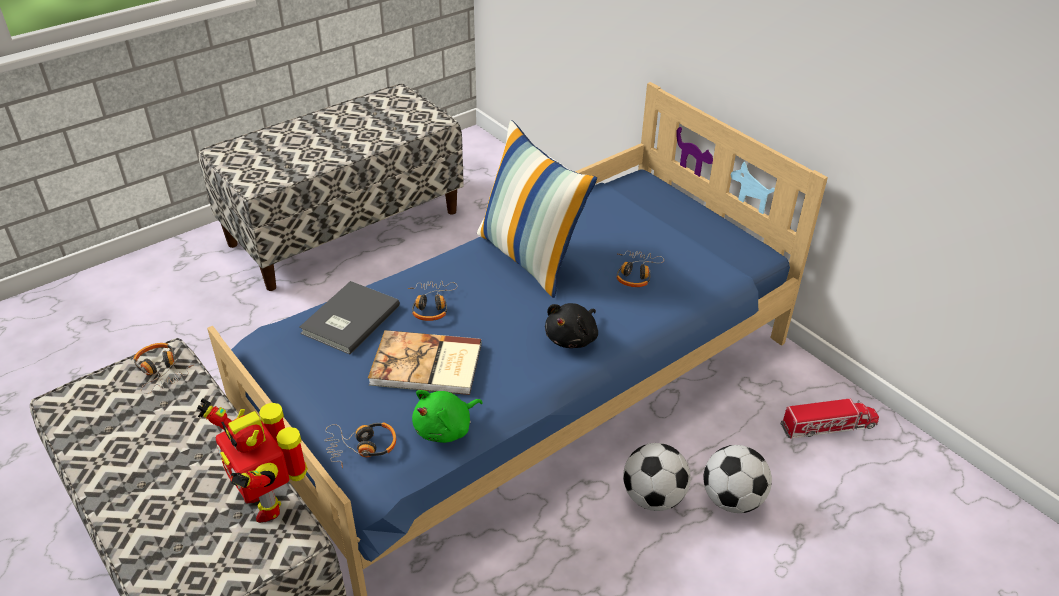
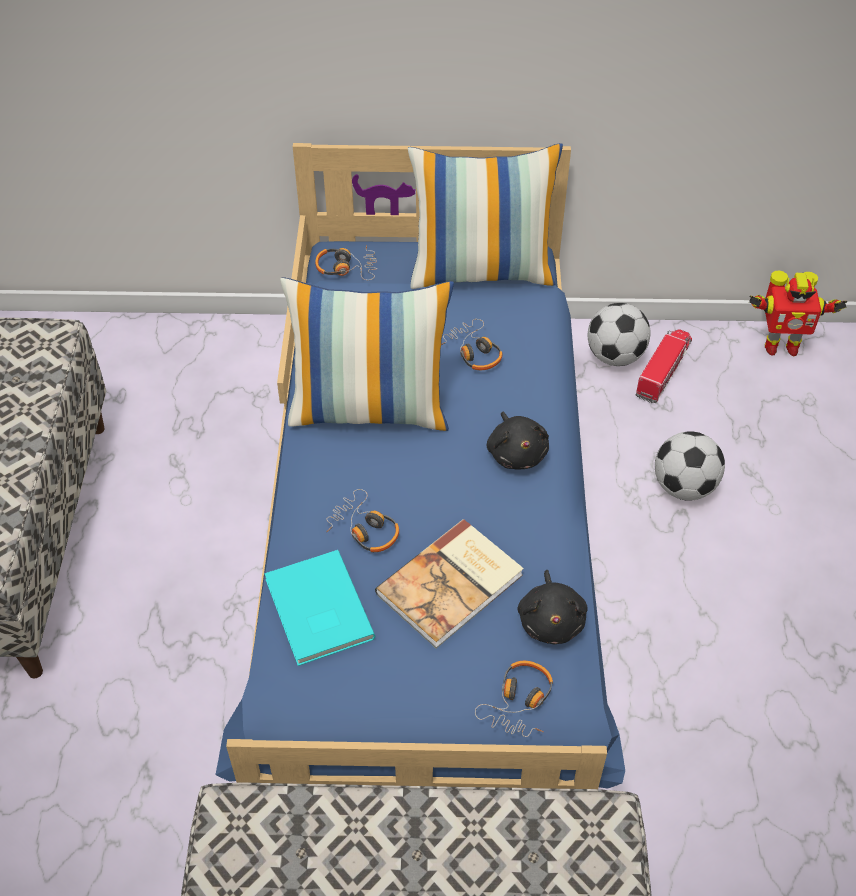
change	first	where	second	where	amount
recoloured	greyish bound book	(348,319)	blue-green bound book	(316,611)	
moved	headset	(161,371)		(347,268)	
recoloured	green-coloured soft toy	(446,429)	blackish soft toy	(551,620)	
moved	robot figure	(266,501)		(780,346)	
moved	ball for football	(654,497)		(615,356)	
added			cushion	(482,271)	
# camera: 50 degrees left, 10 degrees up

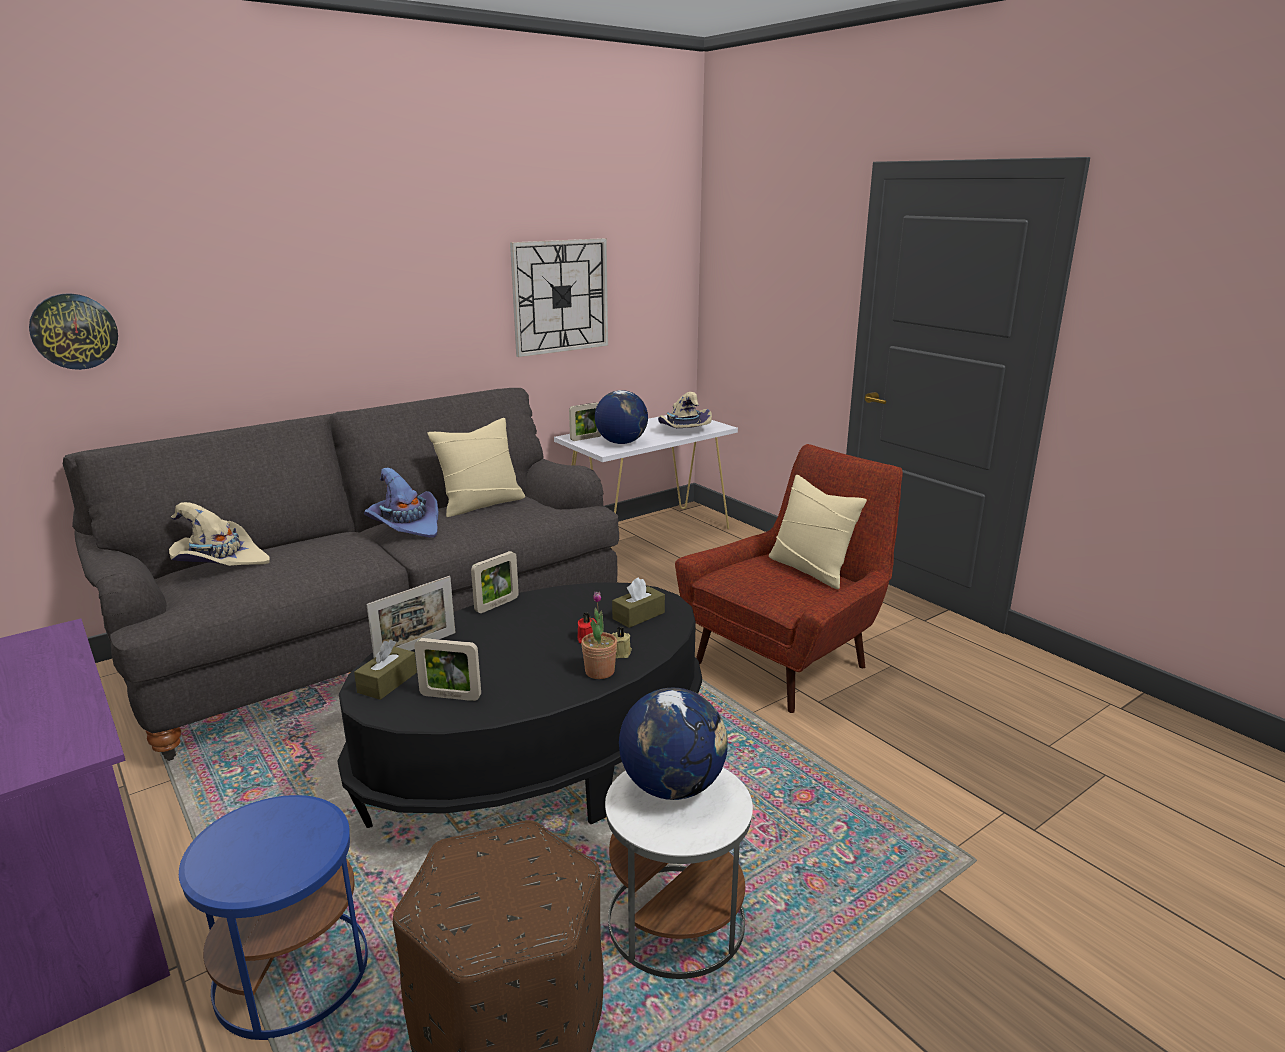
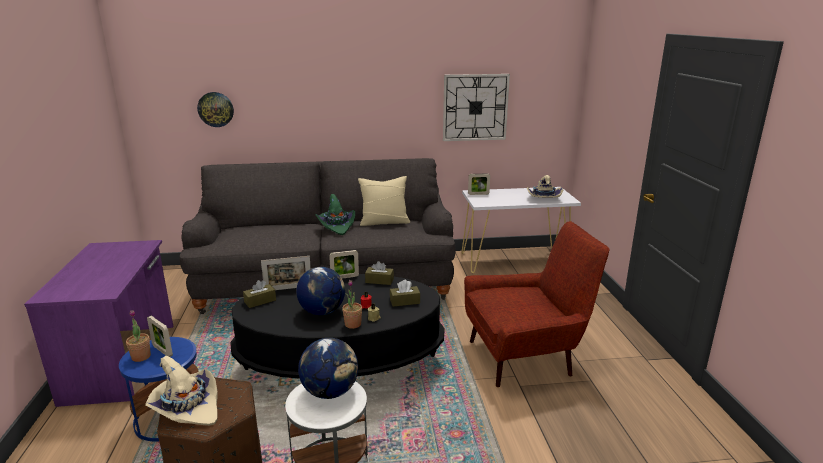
change	first	where	second	where	amount
moved	globe	(621,443)		(322,311)	
recoloured	purple hat	(406,525)	green-coloured hat	(337,226)	
removed	beige-coloured cushion	(811,569)			
moved	beige-coloured hat	(219,561)		(187,407)	
moved	picture frame	(450,696)		(162,351)	
added			brownish tissue box	(379,281)	
added			houseplant	(141,357)	
# camera: 30 degrees right, 0 degrees up

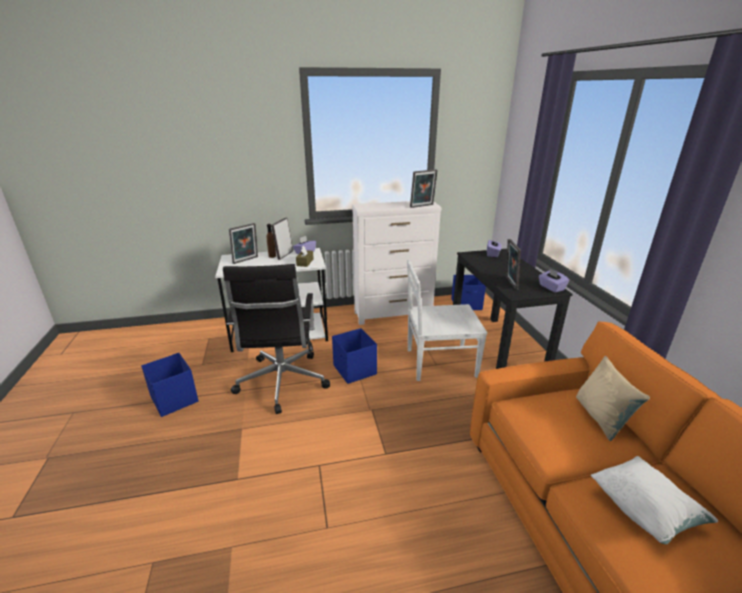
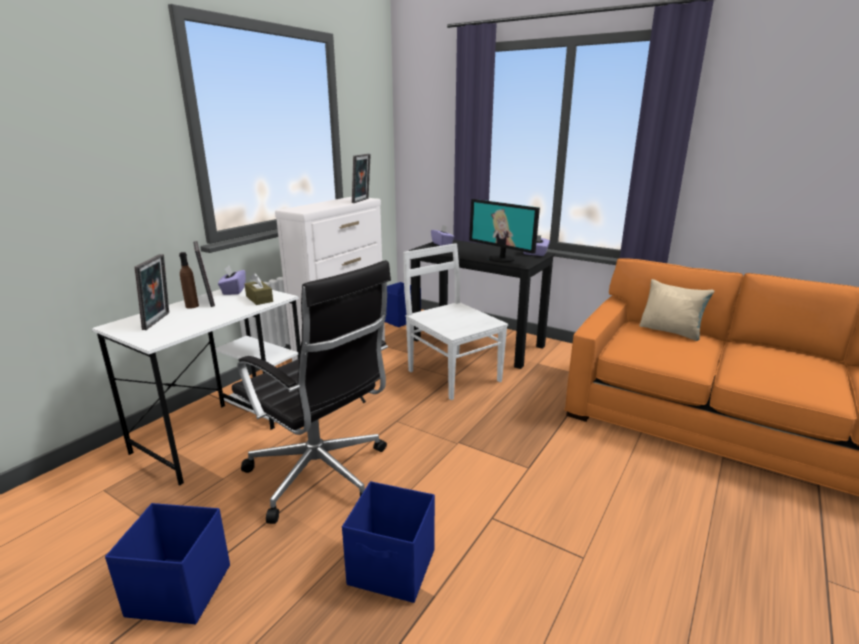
change	first	where	second	where	amount
replaced	picture frame	(509,283)	computer display	(501,259)	
turned	white chair	(439,363)		(452,375)	105 degrees clockwise
moved	blue storage container	(354,370)		(393,568)	
removed	white cushion	(643,511)			
# camera: 45 degrees left, 5 degrees down

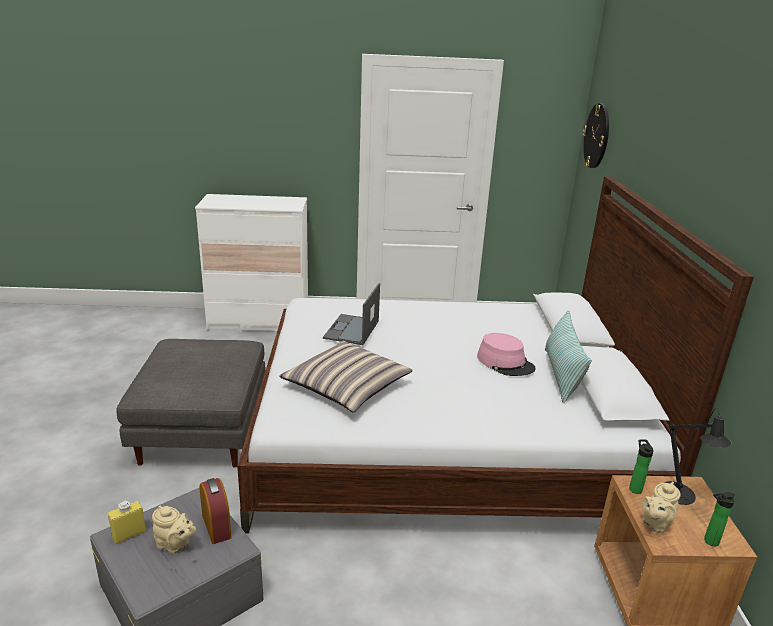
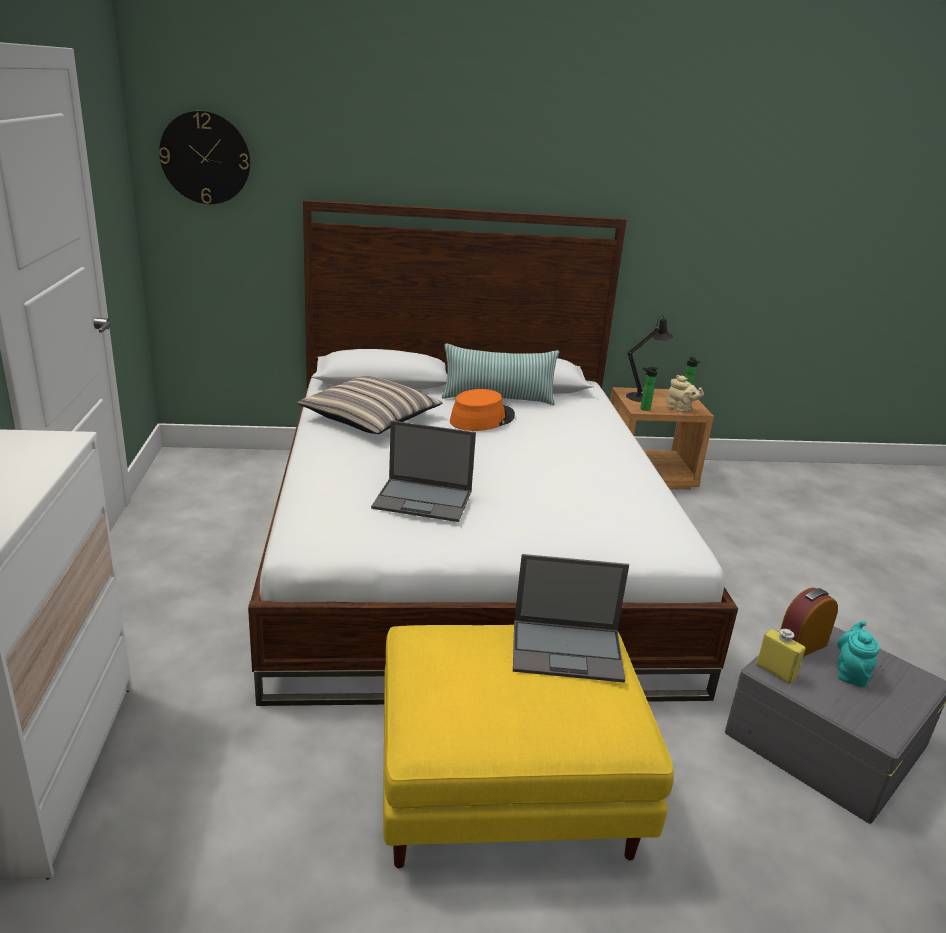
change	first	where	second	where	amount
recoloured	pink-coloured hat	(505,362)	orangey hat	(482,419)	
recoloured	greyish ottoman	(202,430)	yellow-coloured ottoman	(508,788)	
moved	cushion	(346,386)		(370,418)	
moved	yellow-coloured beverage bottle	(129,534)		(775,672)	
recoloured	beige-coloured pot for tea	(175,545)	blue-green pot for tea	(851,673)	
added			notebook computer	(568,650)	
# camera: 95 degrees left, 0 degrees up

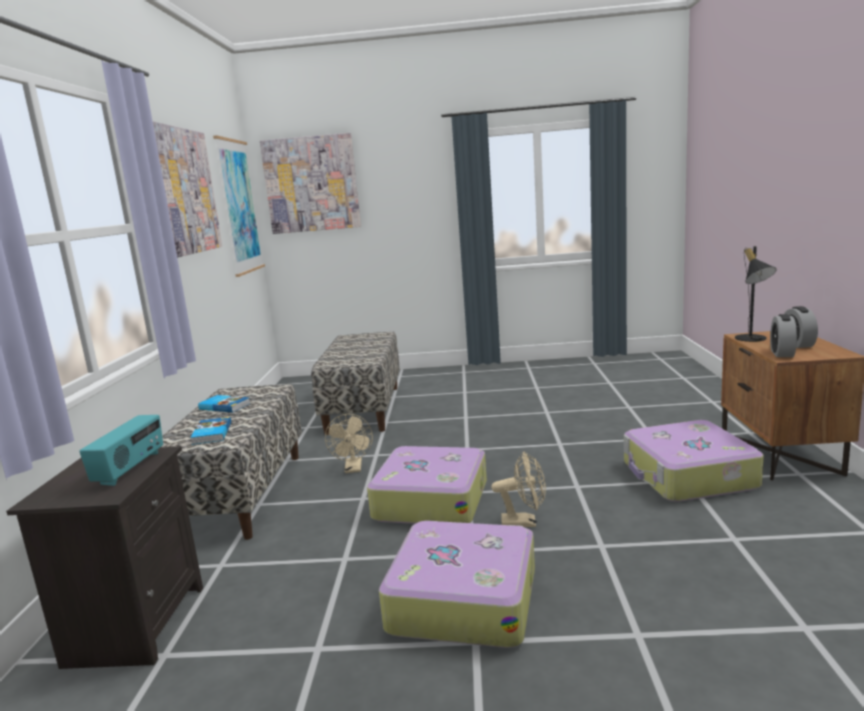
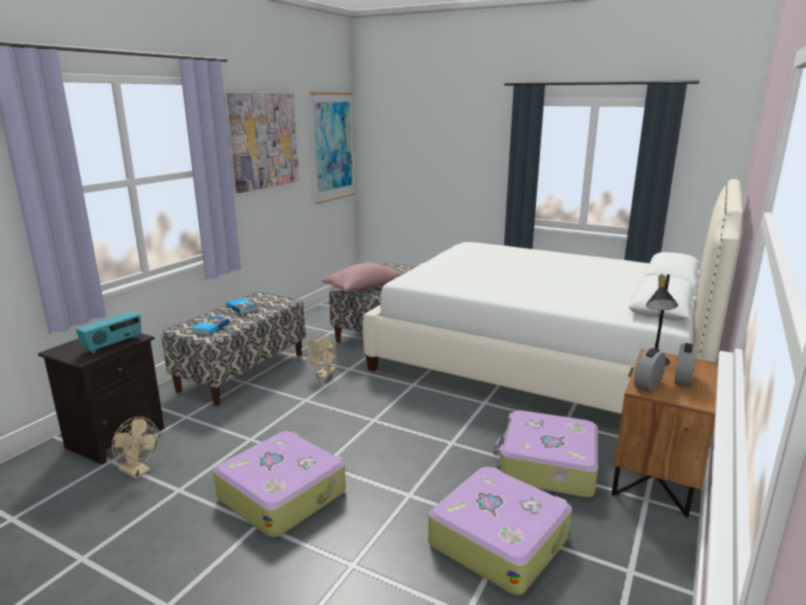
change	first	where	second	where	amount
removed	wall picture	(311,184)			
moved	travel case	(430,500)		(498,539)	
moved	beige-coloured fan	(524,522)		(138,472)	
added			white bedroom bed	(543,361)	
added			pink-coloured cushion	(364,288)	
# camera: 25 degrees right, 5 degrees up

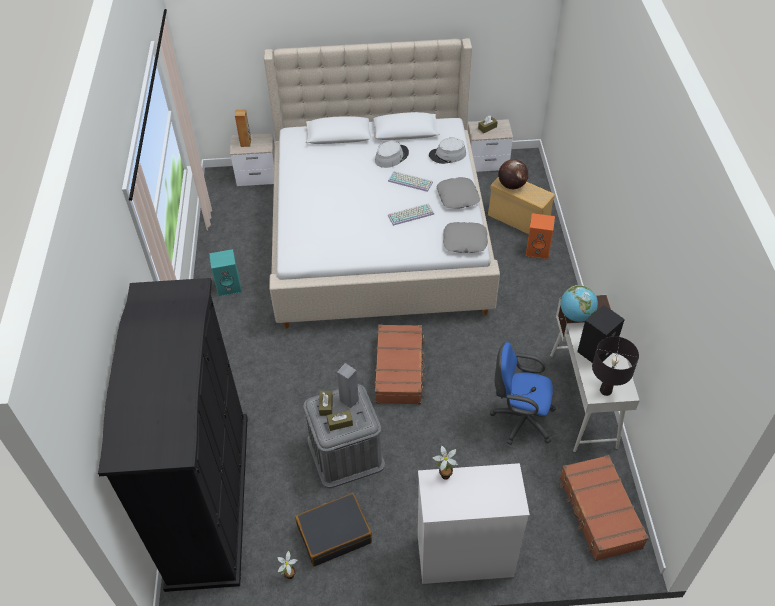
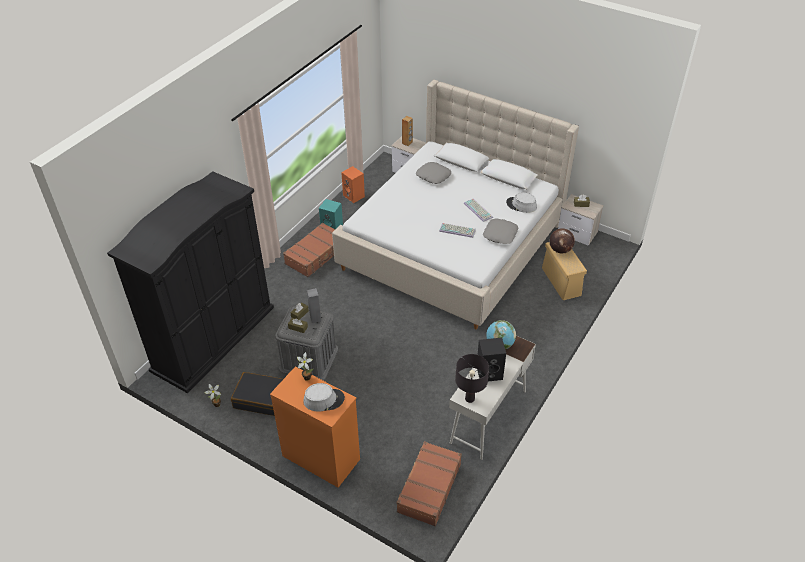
change	first	where	second	where	amount
moved	greyish hat	(391,156)		(324,400)	
moved	orangey audio speaker	(538,250)		(354,196)	
moved	greyish cushion	(465,241)		(433,176)	
moved	brownish travel case	(400,370)		(316,255)	
removed	blue office chair	(519,419)			
recoloured	white drawer chest	(464,556)	orangey drawer chest	(320,457)	
# camera: 35 degrees right, 5 degrees down

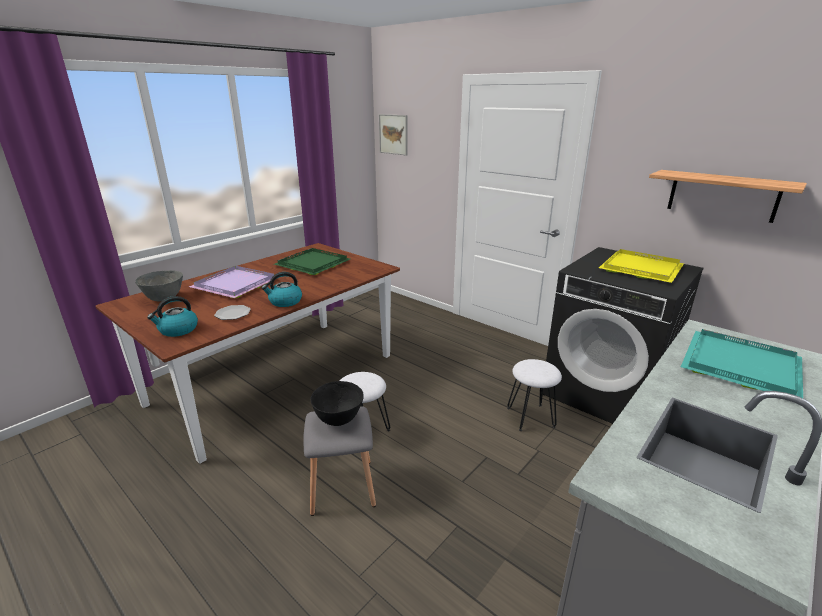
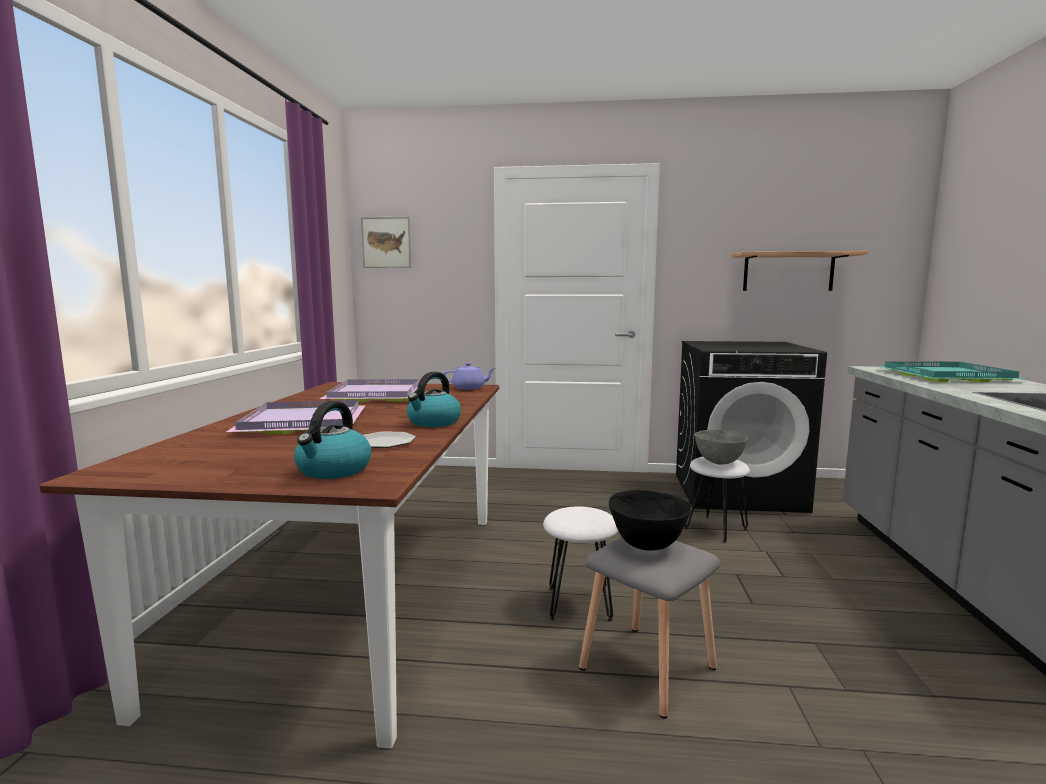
change	first	where	second	where	amount
recoloured	green-coloured tray	(313,264)	purple tray	(377,395)	
removed	yellow-coloured tray	(642,268)			
moved	greyish serving bowl	(164,299)		(719,462)	
added			purple pot for tea	(469,388)	
# camera: 35 degrees left, 15 degrees down

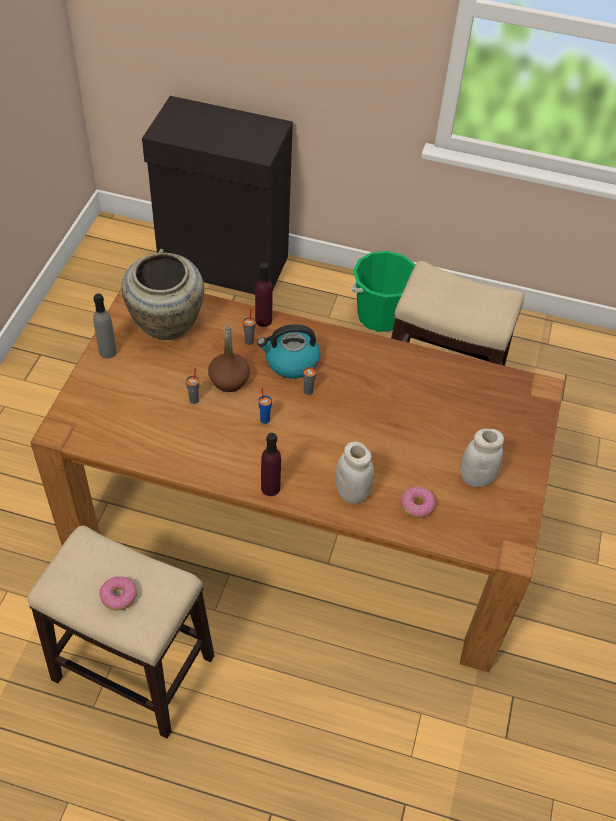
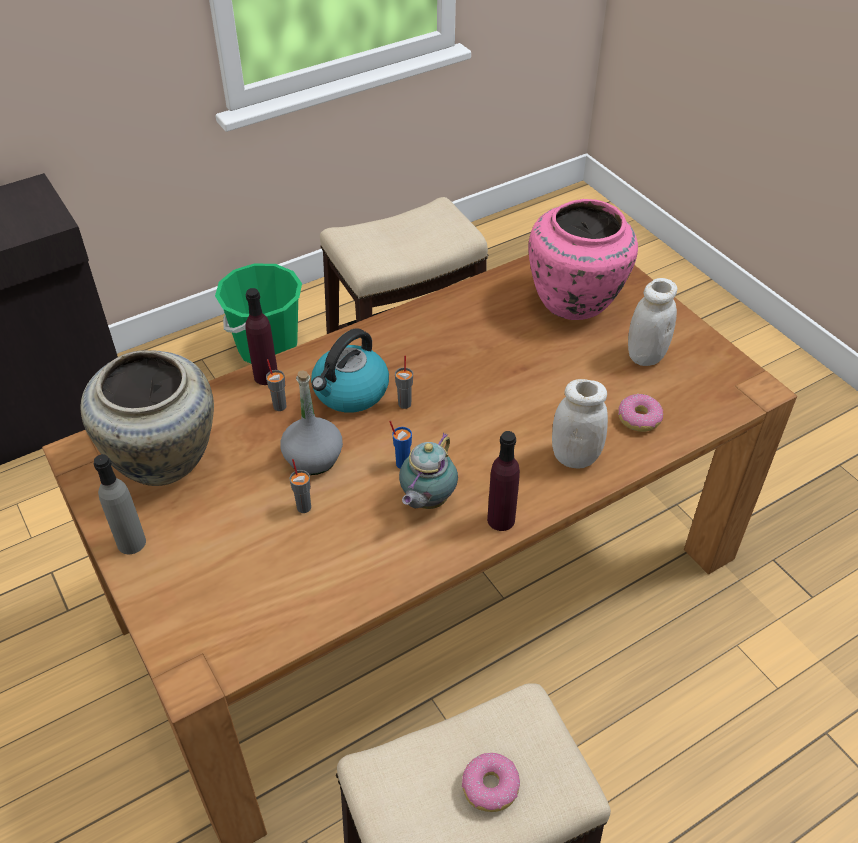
change	first	where	second	where	amount
recoloured	brownish beverage bottle	(229,380)	greyish beverage bottle	(313,458)	
added			pink-coloured decorative vase	(576,302)	
added			pot for tea	(426,501)	
# camera: 45 degrees left, 5 degrees down

